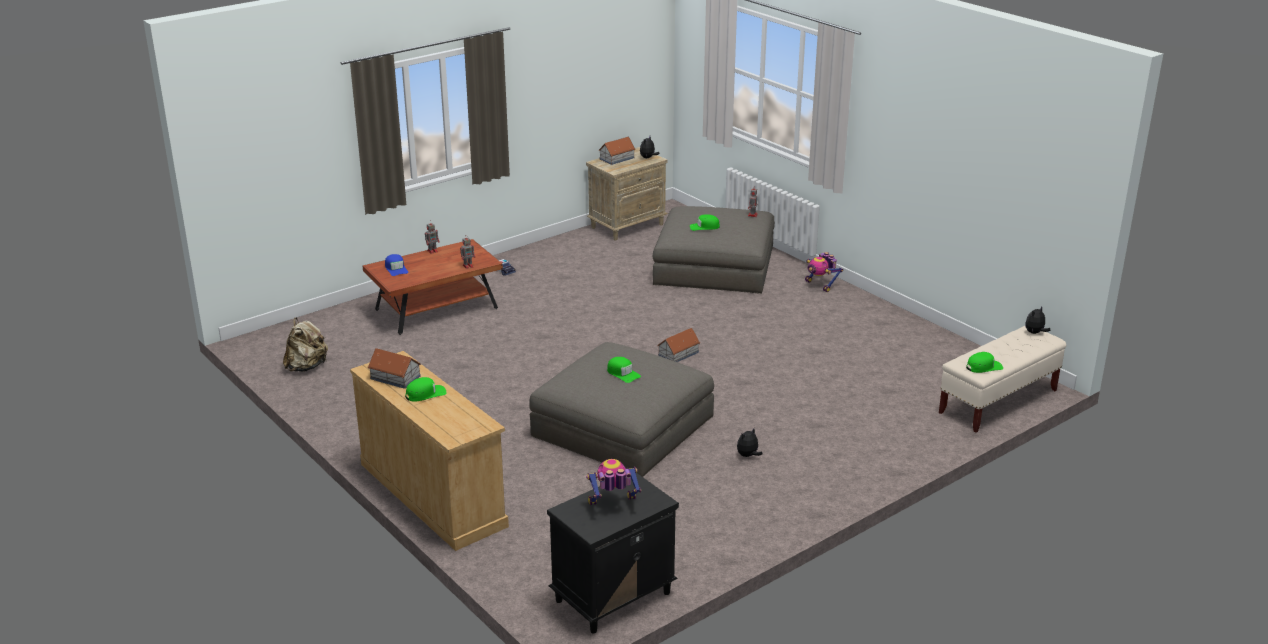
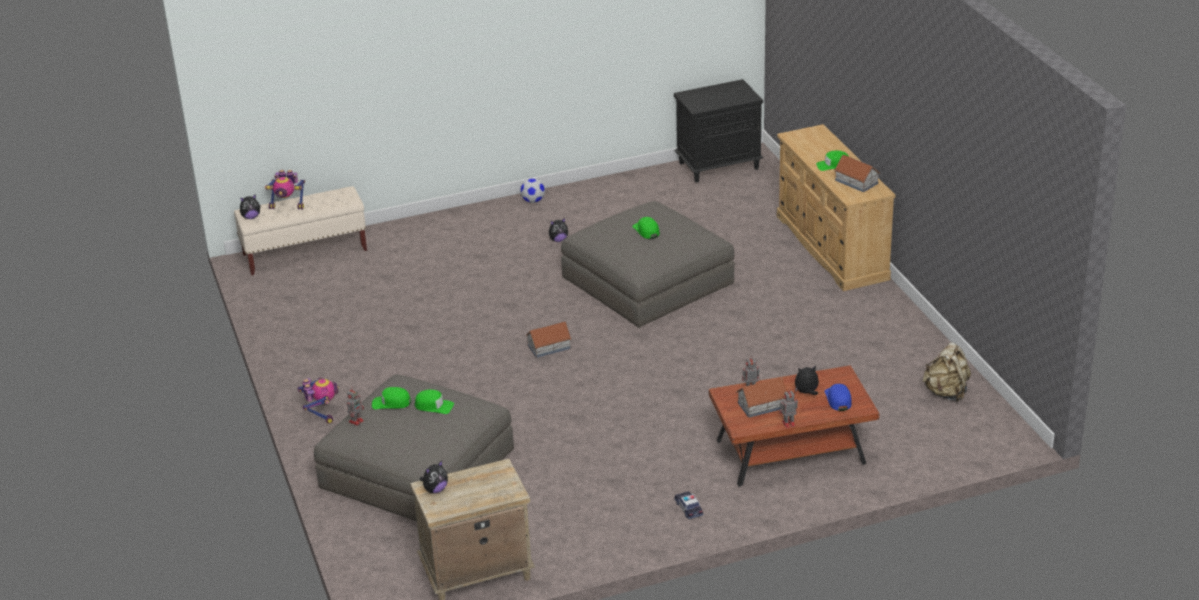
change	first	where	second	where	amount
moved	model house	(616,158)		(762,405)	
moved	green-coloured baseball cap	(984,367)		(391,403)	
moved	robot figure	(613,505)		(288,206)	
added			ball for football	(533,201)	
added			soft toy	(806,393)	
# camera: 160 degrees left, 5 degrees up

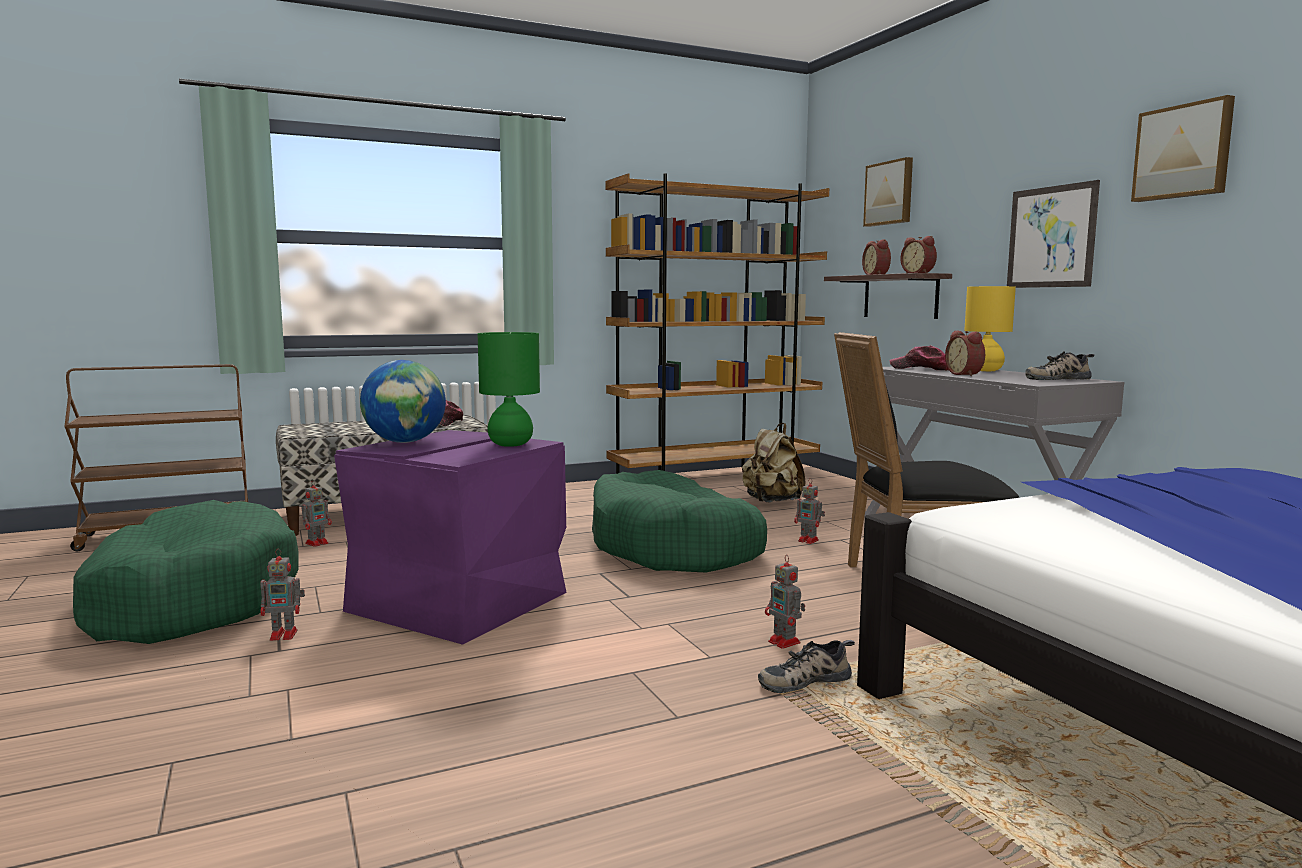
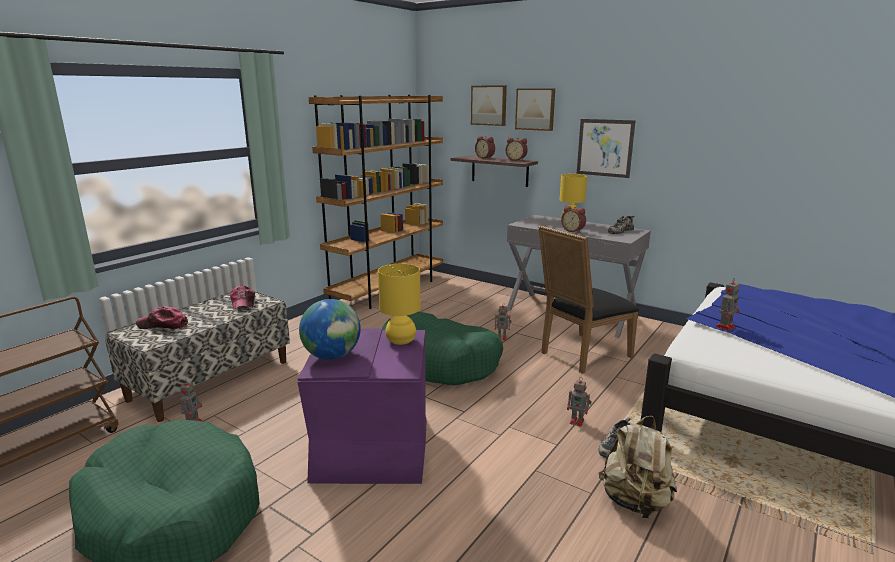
change	first	where	second	where	amount
moved	wall picture	(1183,152)		(535,109)	
recoloured	green-coloured tabletop lamp	(511,444)	yellow-coloured tabletop lamp	(401,341)	
moved	baseball cap	(921,369)		(163,325)	
moved	beige-coloured knapsack	(771,502)		(635,502)	
moved	robot figure	(285,635)		(725,326)	
# camera: 30 degrees left, 10 degrees up

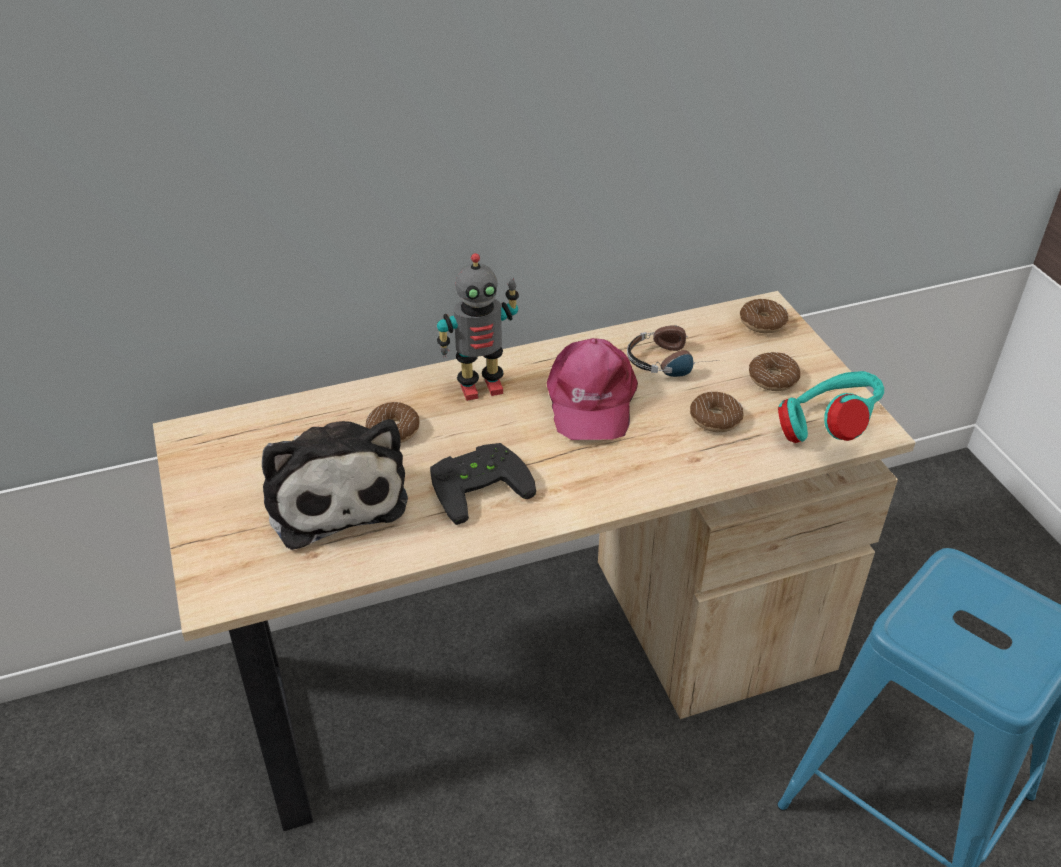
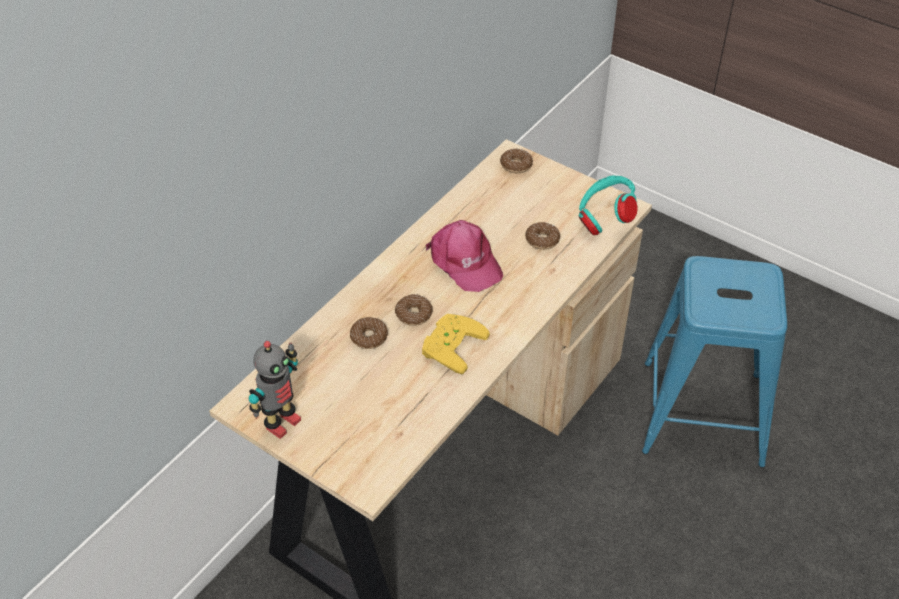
change	first	where	second	where	amount
moved	robot figure	(480,387)		(281,423)	
removed	headset	(672,361)			
moved	donut	(772,378)		(413,314)	
removed	soft toy	(333,494)			
recoloured	blackish joypad	(477,484)	yellow-coloured joypad	(450,344)	
# camera: 35 degrees left, 5 degrees up

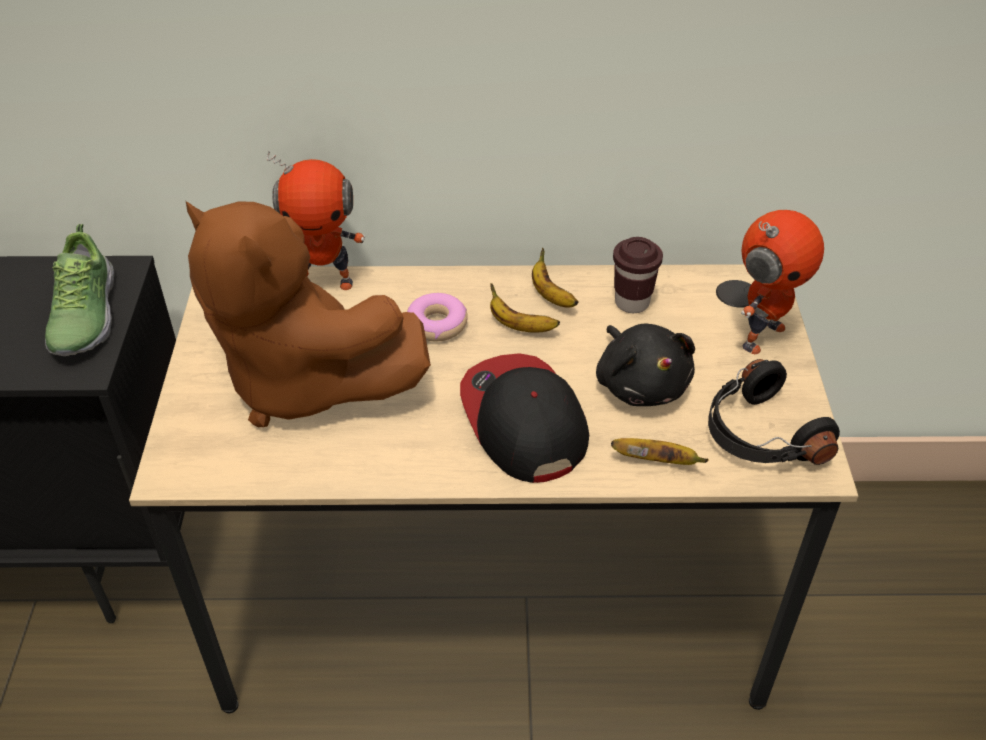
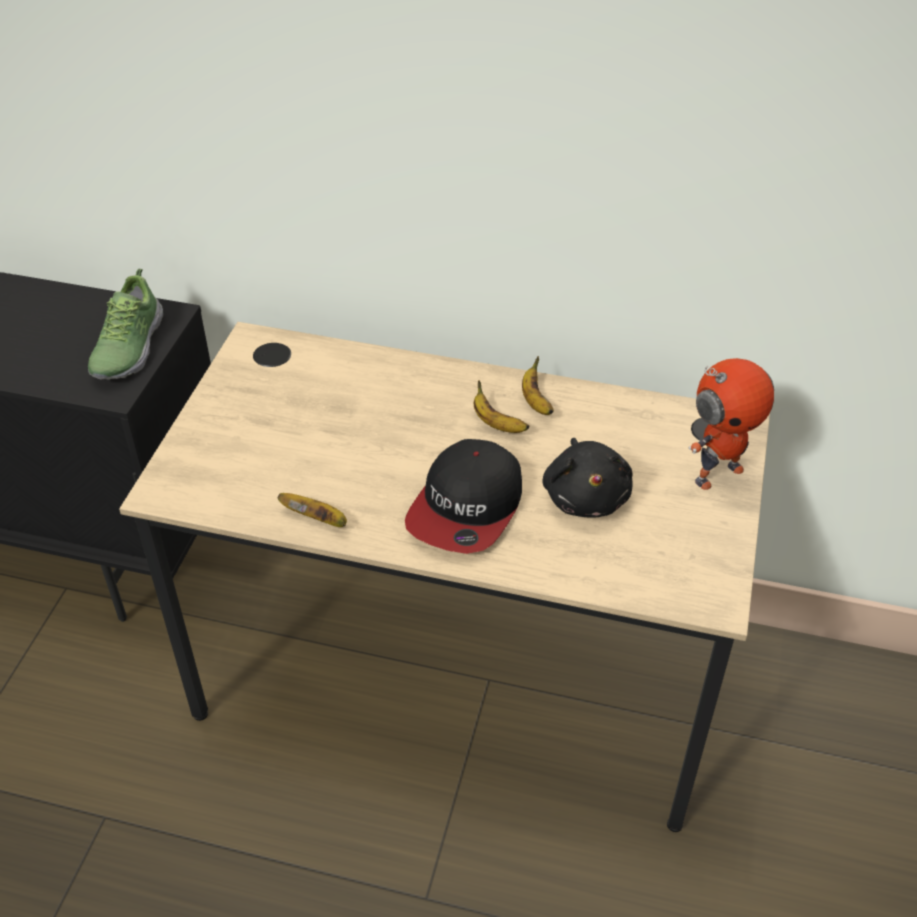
change	first	where	second	where	amount
removed	robot figure	(326,282)			
removed	brownish soft toy	(303,381)			
removed	brownish cup	(632,303)			
removed	donut	(437,324)			
turned	baseball cap	(522,420)		(467,508)	150 degrees counterclockwise
removed	blackish headset	(760,435)			
moved	whole banana	(656,461)		(317,519)	
# camera: 15 degrees right, 0 degrees up

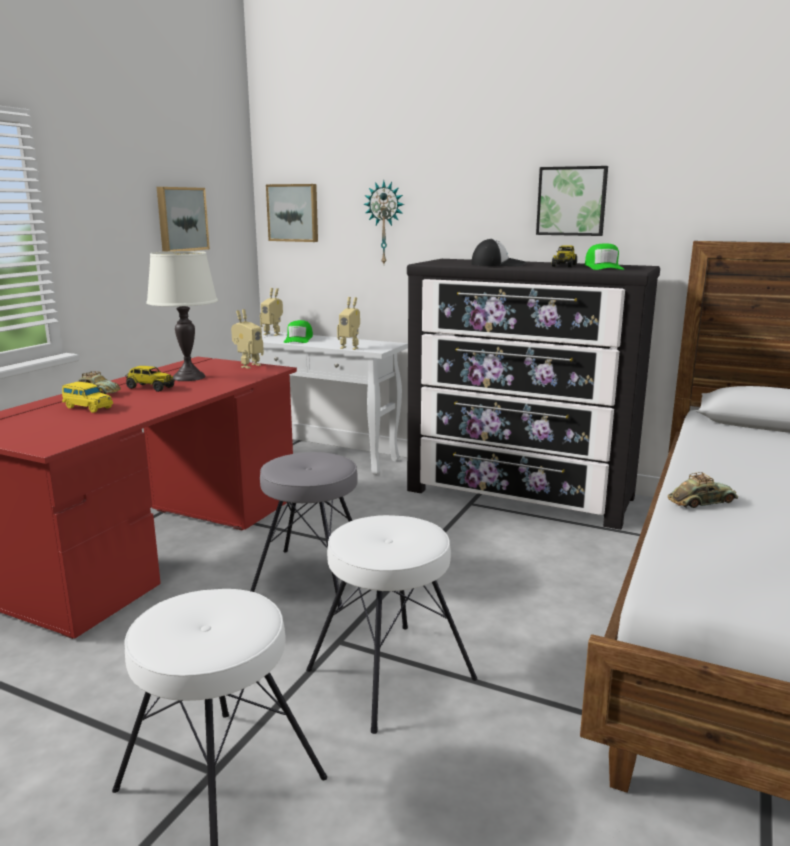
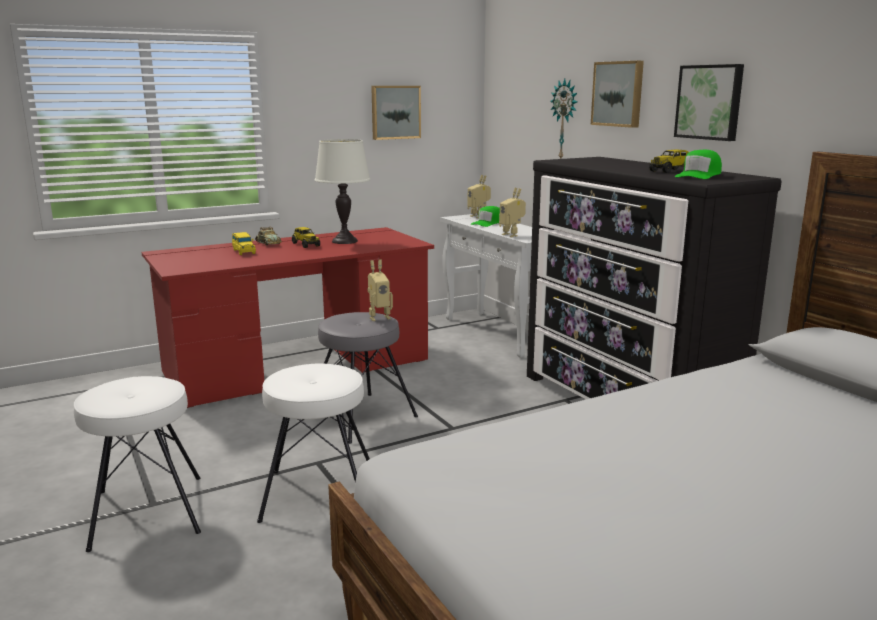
change	first	where	second	where	amount
moved	wall picture	(293,213)		(618,94)	
removed	baseball cap	(498,264)			
moved	robot figure	(248,366)		(378,317)	
removed	model car	(701,502)			
# camera: 35 degrees right, 0 degrees up

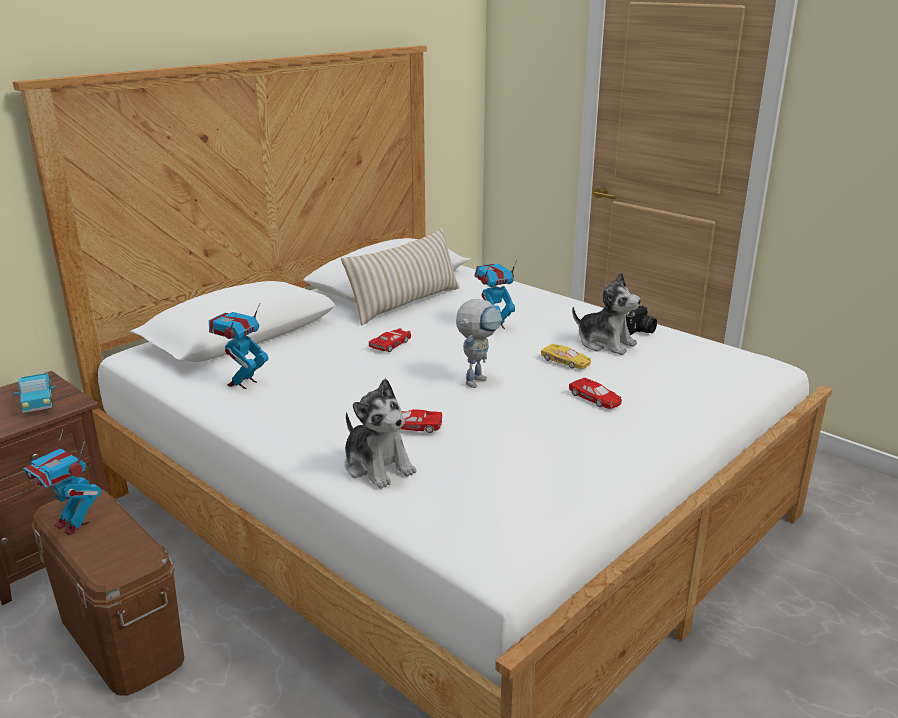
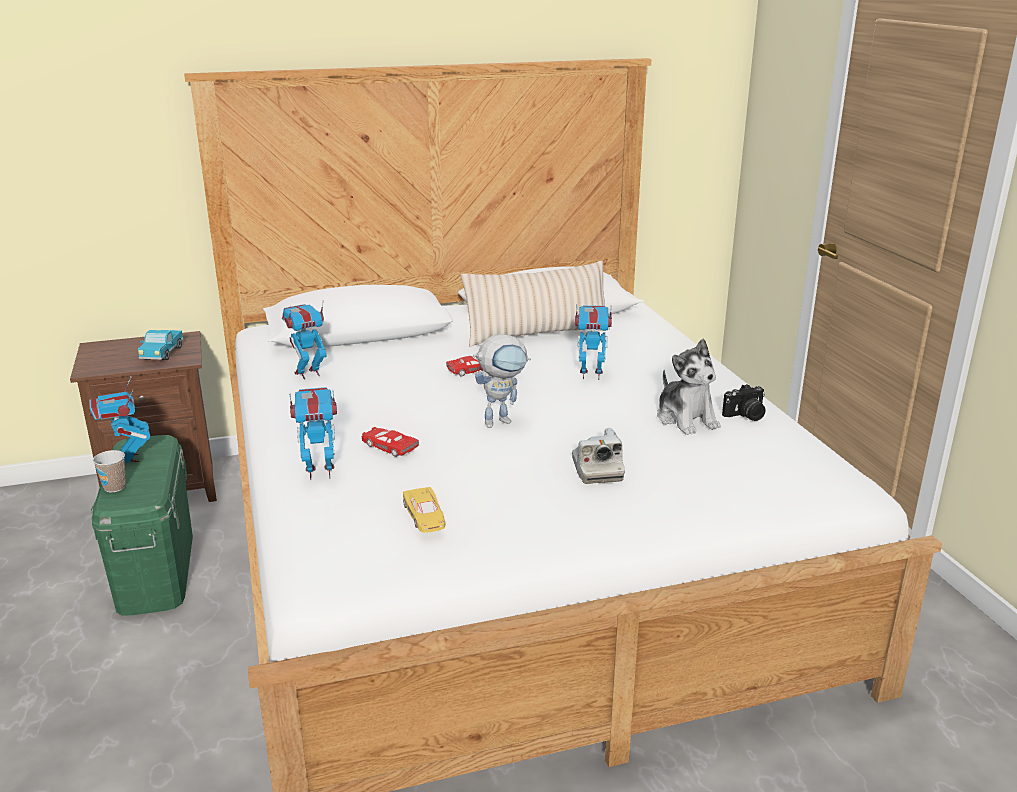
change	first	where	second	where	amount
moved	yellow-coloured model car	(566,361)		(424,516)	
replaced	soft toy	(378,466)	robot figure	(320,472)	
replaced	reddish model car	(595,398)	photo camera	(597,470)	
recoloured	brownish storage container	(119,636)	green-coloured storage container	(155,569)	
added			cup	(115,487)	
# camera: 30 degrees right, 0 degrees up

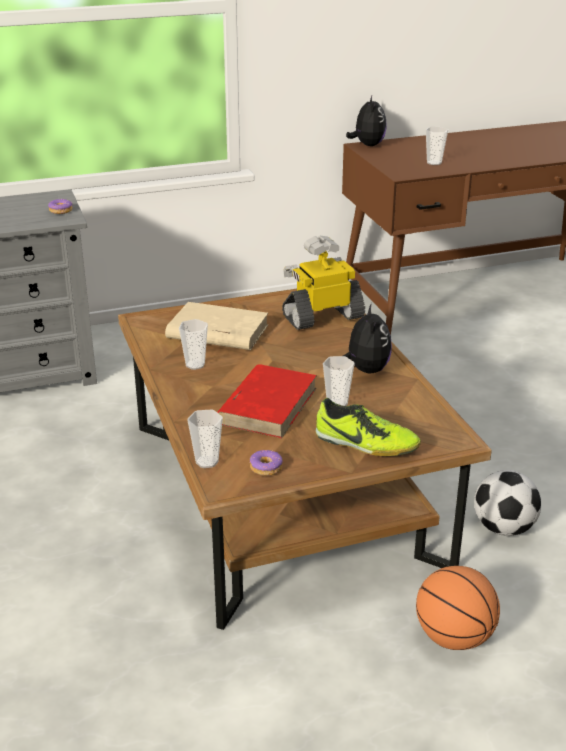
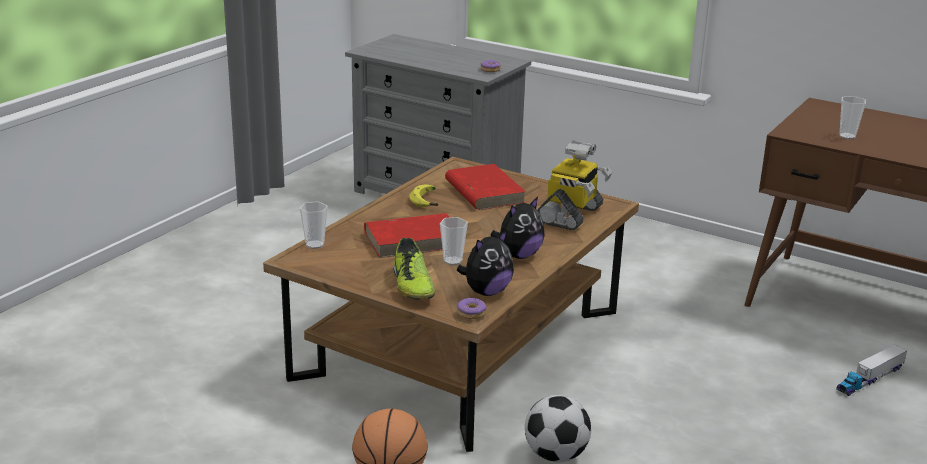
change	first	where	second	where	amount
moved	soft toy	(367,145)		(486,291)	
turned	robot figure	(322,316)		(571,215)	90 degrees clockwise
recoloured	beige-coloured bound book	(216,332)	reddish bound book	(484,191)	
replaced	cup	(195,365)	whole banana	(428,201)	
moved	donut	(266,468)		(471,313)	
added			toy lorry	(869,379)	
# camera: 50 degrees right, 5 degrees down

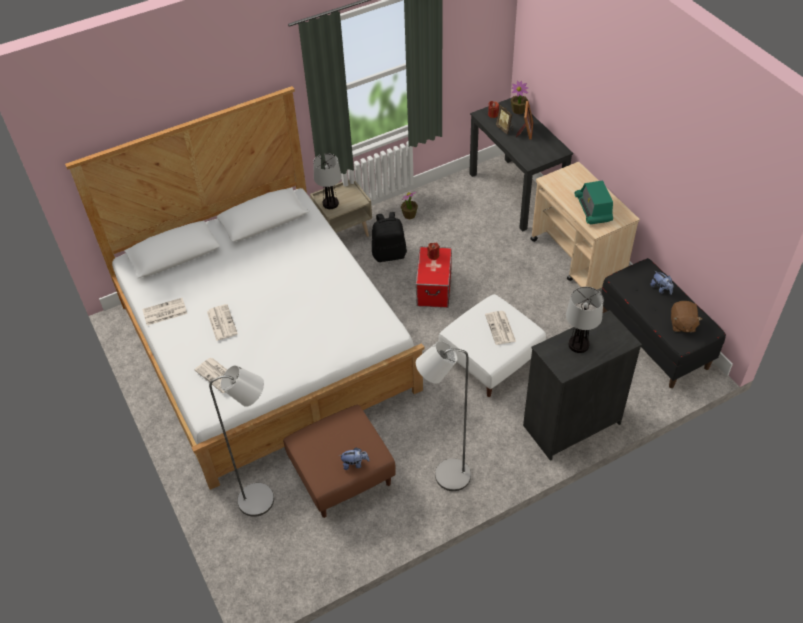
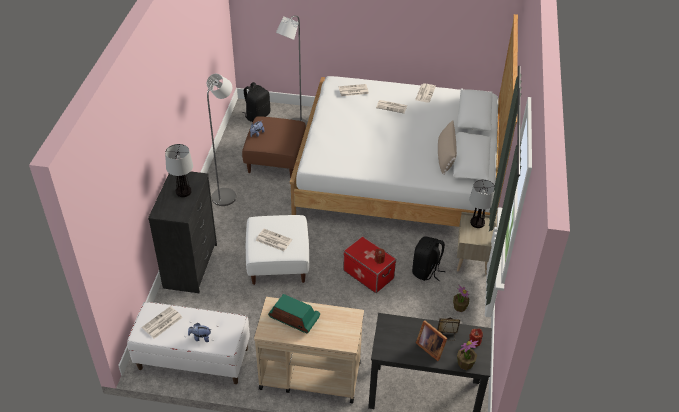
change	first	where	second	where	amount
recoloured	blackish long seat	(654,340)	white long seat	(193,359)	
replaced	brownish soft toy	(682,324)	daily paper	(162,323)	
added			blackish knapsack	(257,116)	
added			beige-coloured cushion	(445,156)	
# camera: 125 degrees right, 5 degrees down

